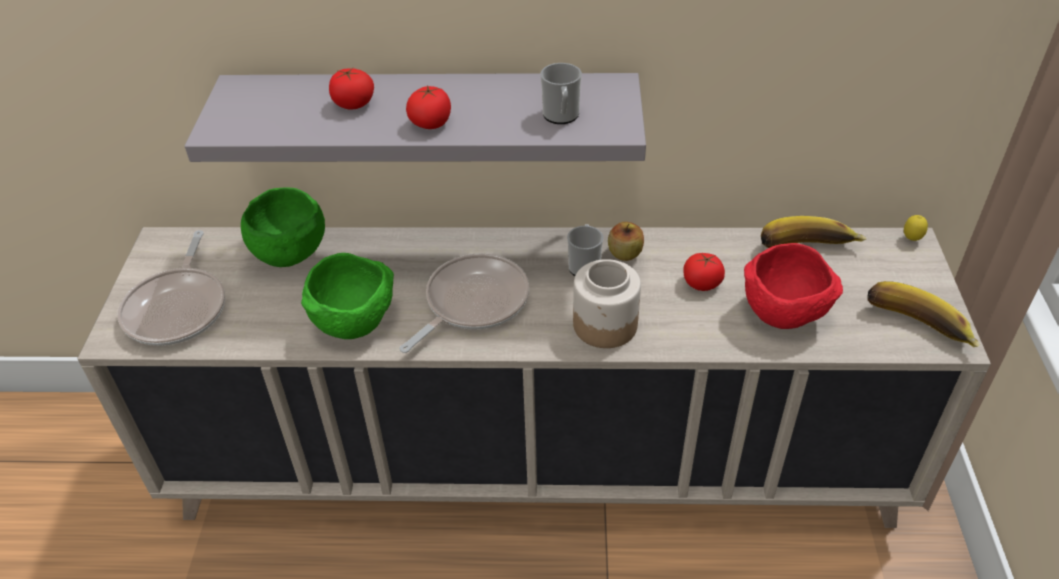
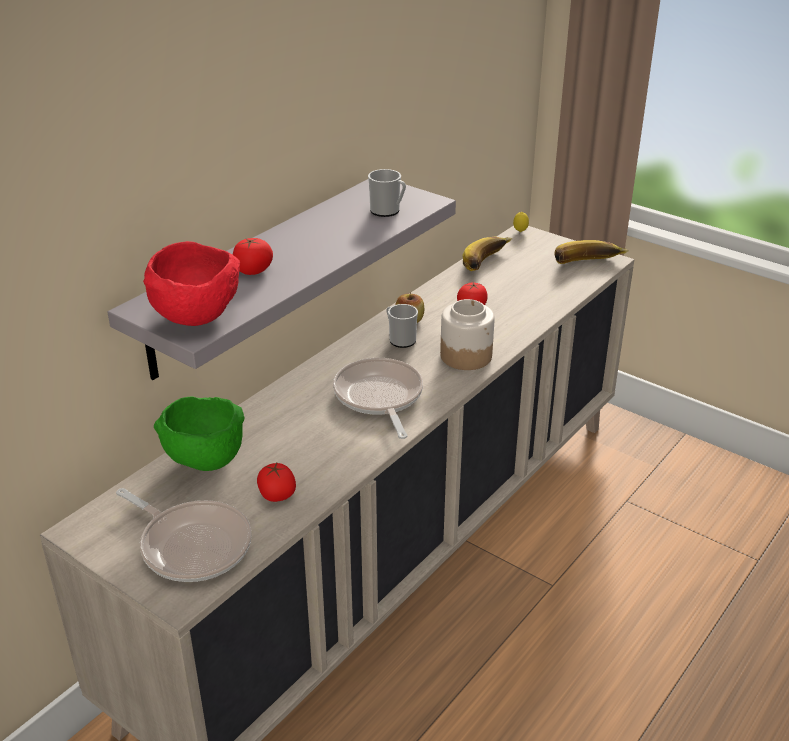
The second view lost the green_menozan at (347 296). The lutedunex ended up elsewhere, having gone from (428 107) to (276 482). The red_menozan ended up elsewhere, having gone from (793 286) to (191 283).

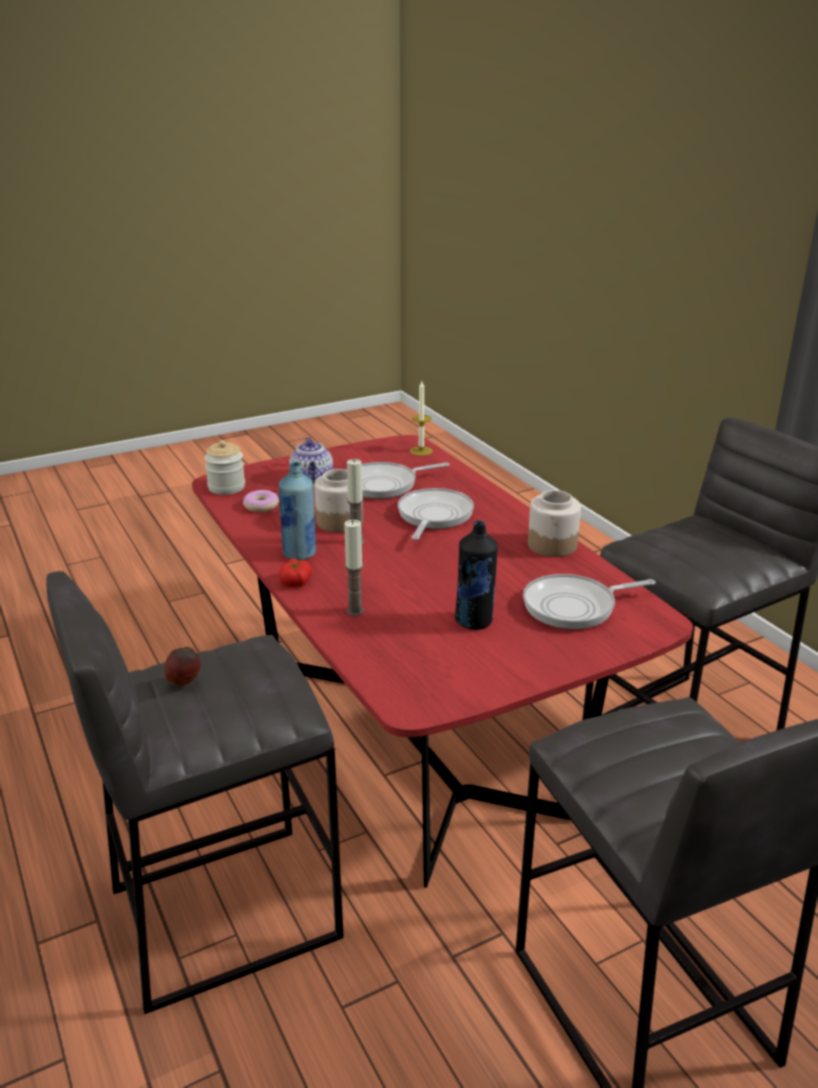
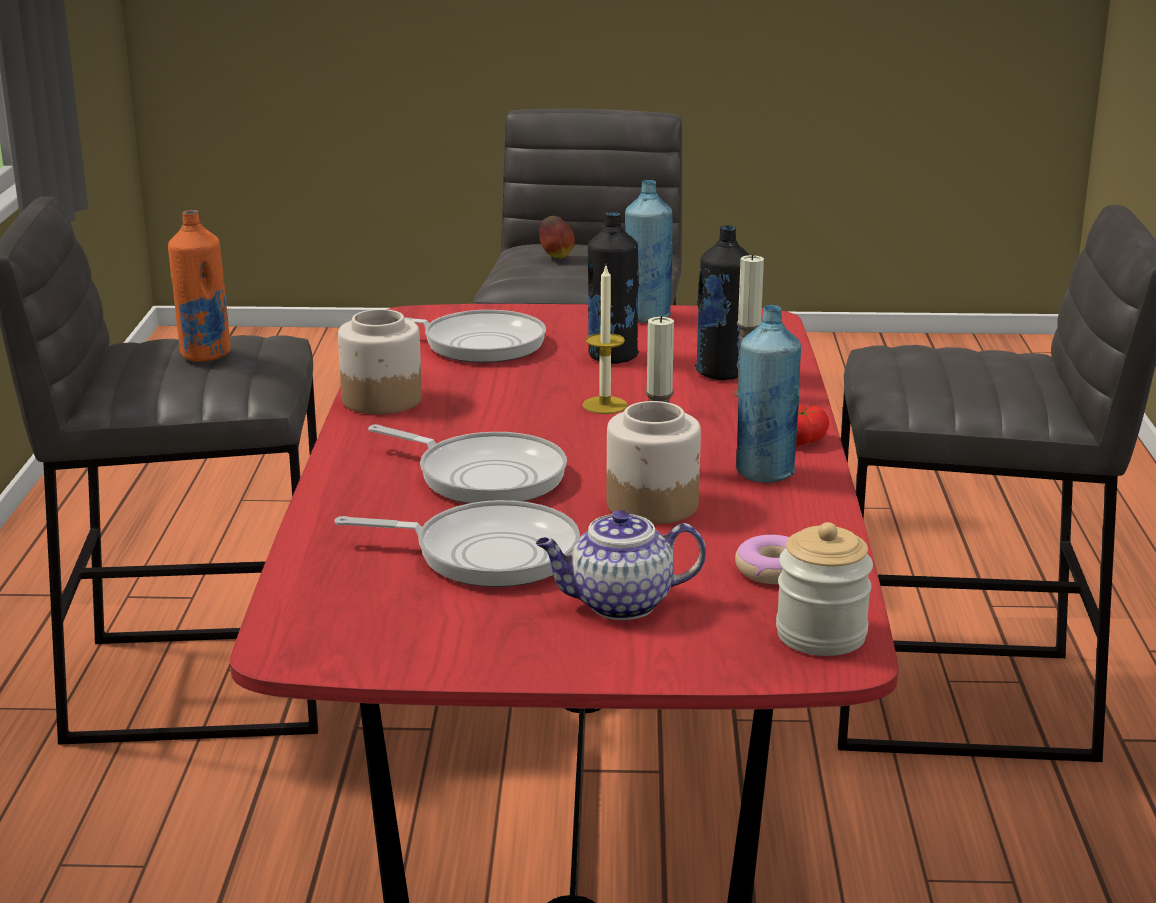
The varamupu ended up elsewhere, having gone from (182 666) to (557 237). The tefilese at (311 461) ended up facing another way, 120 degrees counterclockwise from before. The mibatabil at (436 514) ended up facing another way, 105 degrees counterclockwise from before. The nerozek ended up elsewhere, having gone from (421 418) to (605 340). The second view gained the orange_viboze at (199 286). The second view gained the blue_viboze at (649 251). The second view gained the black_viboze at (722 302).

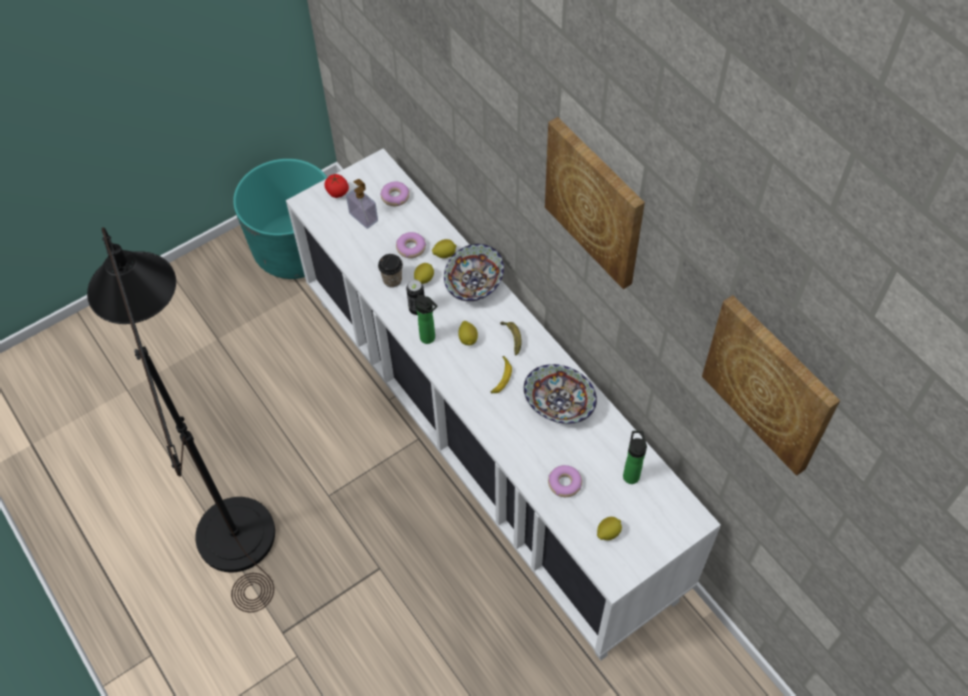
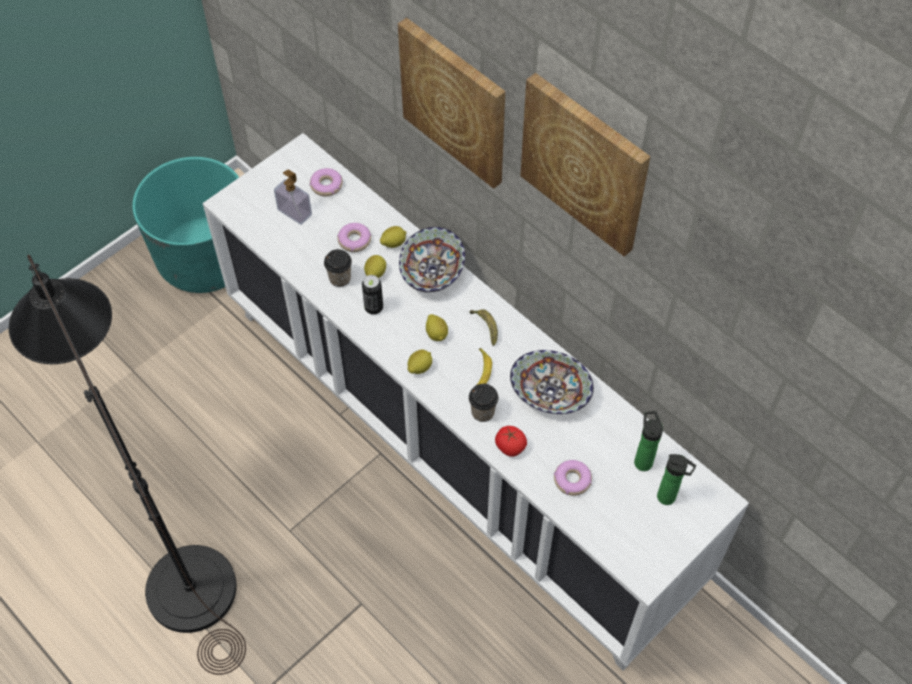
The lutedunex ended up elsewhere, having gone from (336 186) to (511 441). The viboze ended up elsewhere, having gone from (426 319) to (676 479). The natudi ended up elsewhere, having gone from (609 528) to (419 362). The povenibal ended up elsewhere, having gone from (771 385) to (452 103). The second view gained the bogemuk at (484 403).

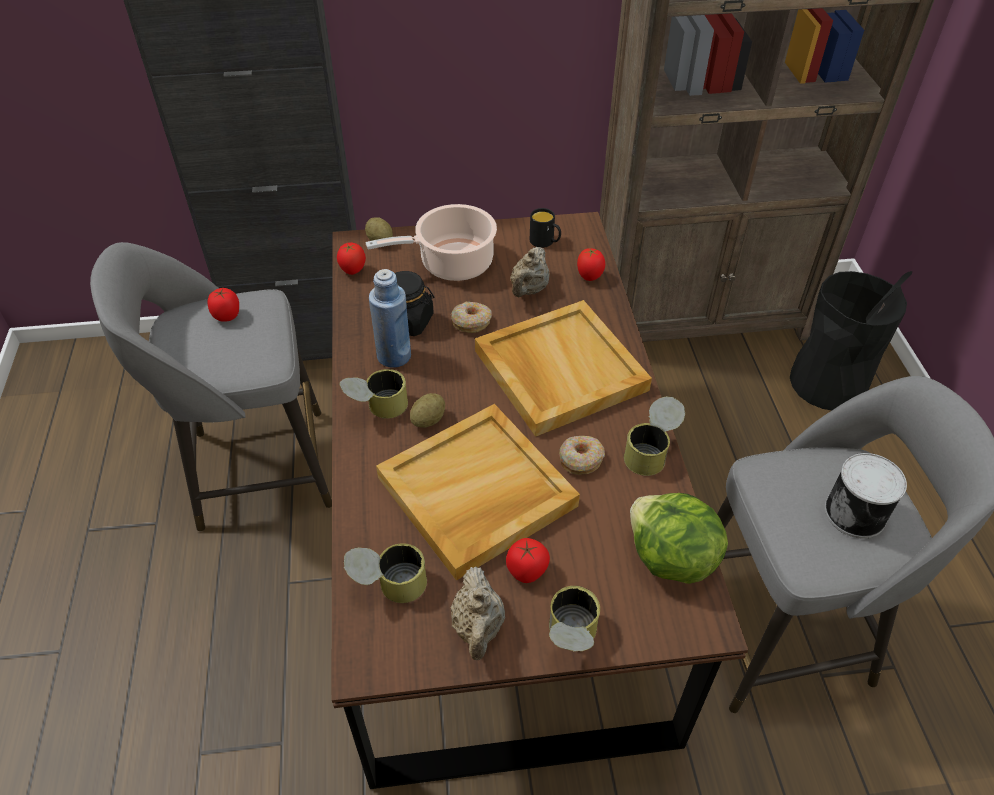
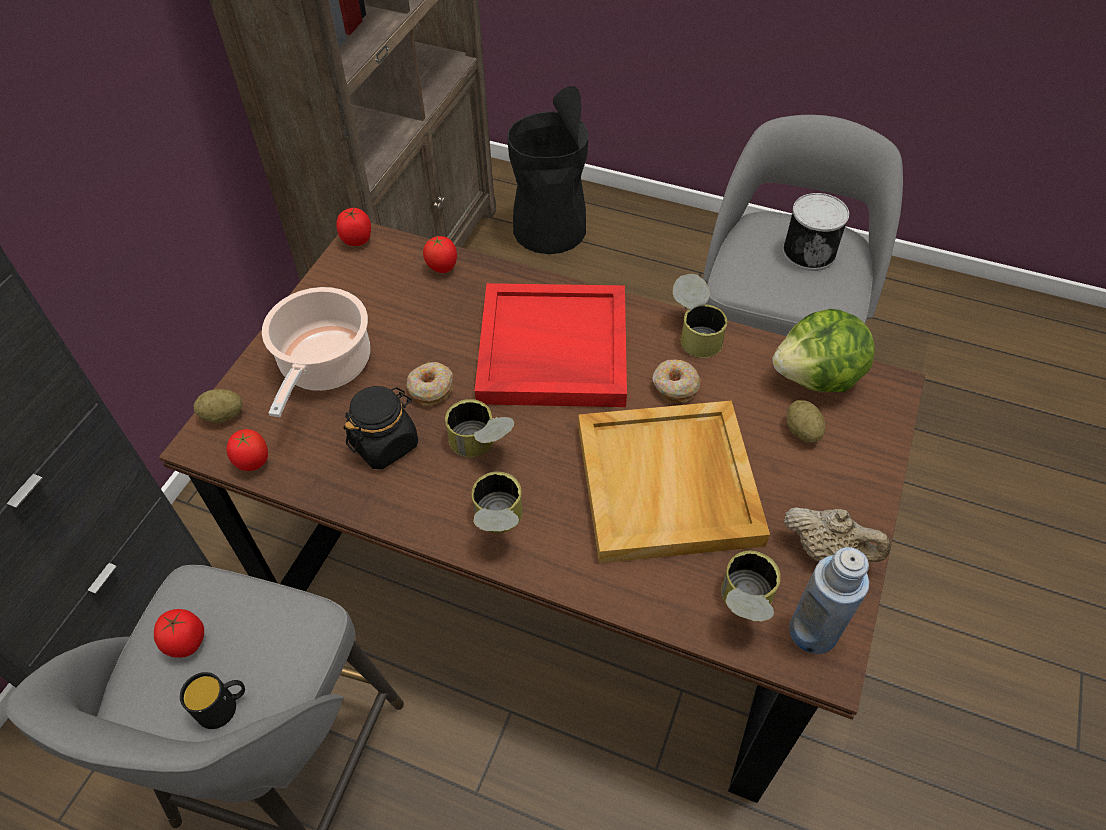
The blue_viboze ended up elsewhere, having gone from (390 318) to (829 600). The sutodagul ended up elsewhere, having gone from (427 410) to (806 421). What was the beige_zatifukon at (563 368) turned into the red_zatifukon at (551 345). The lutedunex ended up elsewhere, having gone from (528 560) to (353 227). The second view lost the beige_tefilese at (529 272). The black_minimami ended up elsewhere, having gone from (545 228) to (212 700). The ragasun ended up elsewhere, having gone from (574 619) to (479 428).

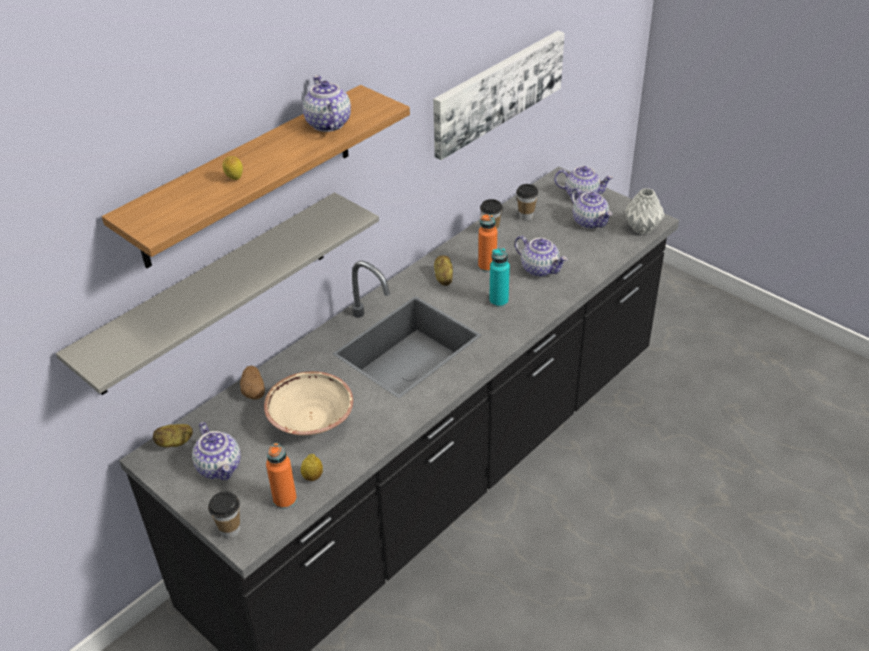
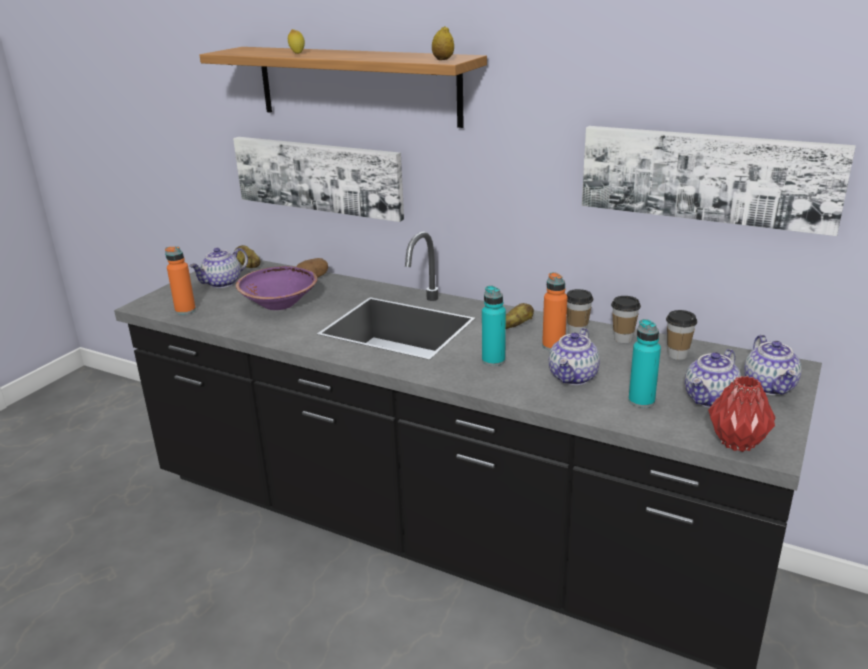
Where the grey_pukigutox hung at (217 293), the povenibal came to hang at (318 179). The bogemuk ended up elsewhere, having gone from (224 514) to (580 311). What was the beige_menozan at (308 403) turned into the purple_menozan at (276 288). The natudi ended up elsewhere, having gone from (312 467) to (443 43). The second view lost the tefilese at (327 103). What was the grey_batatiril at (644 211) turned into the red_batatiril at (742 414). The second view gained the turquoise_viboze at (644 363).

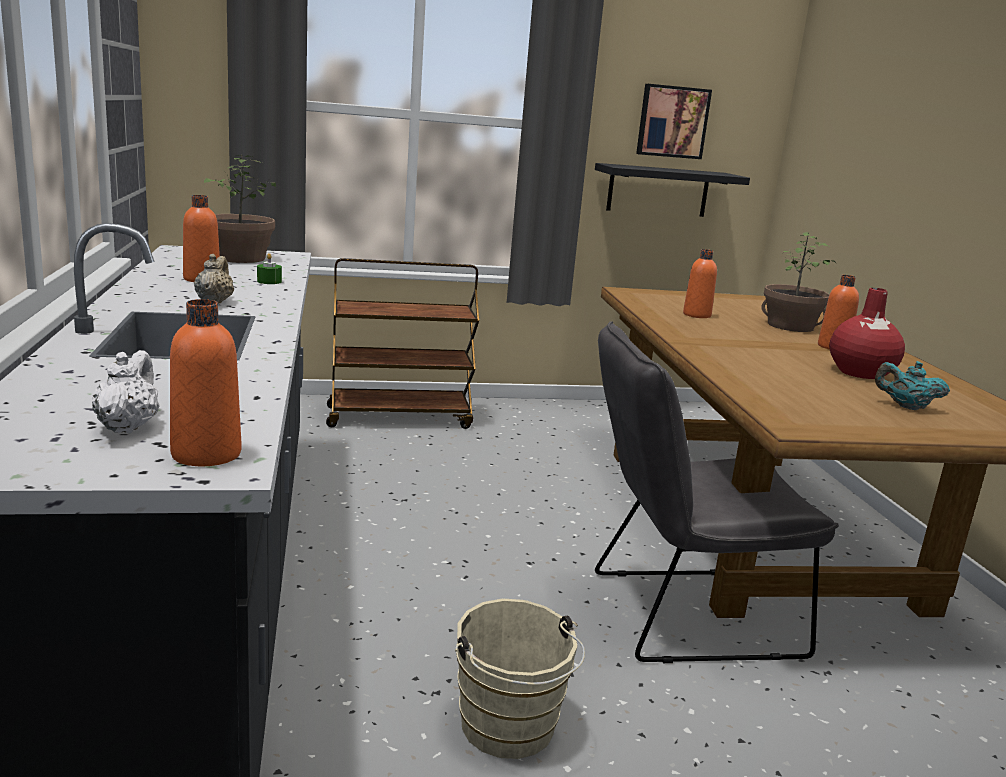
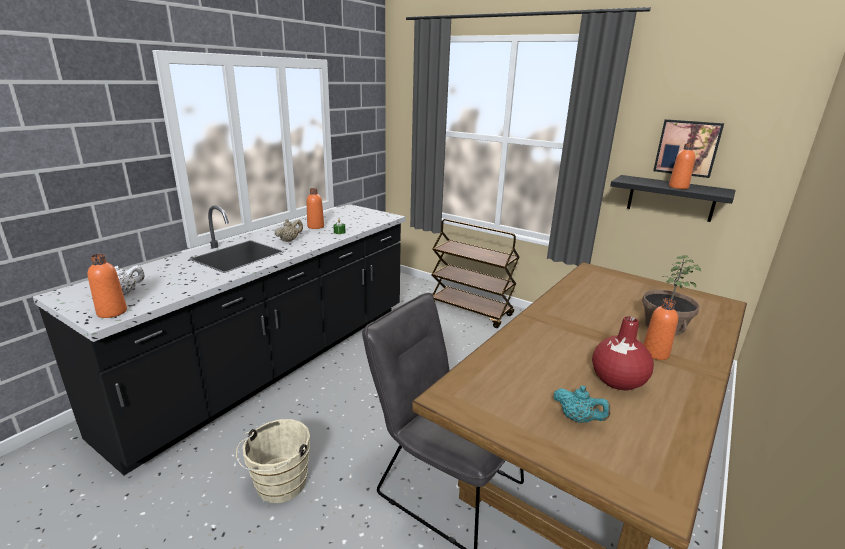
The second view lost the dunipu at (240 208). The orange_viboze ended up elsewhere, having gone from (700 283) to (682 166). The turquoise_tefilese at (912 385) ended up facing another way, 150 degrees clockwise from before.

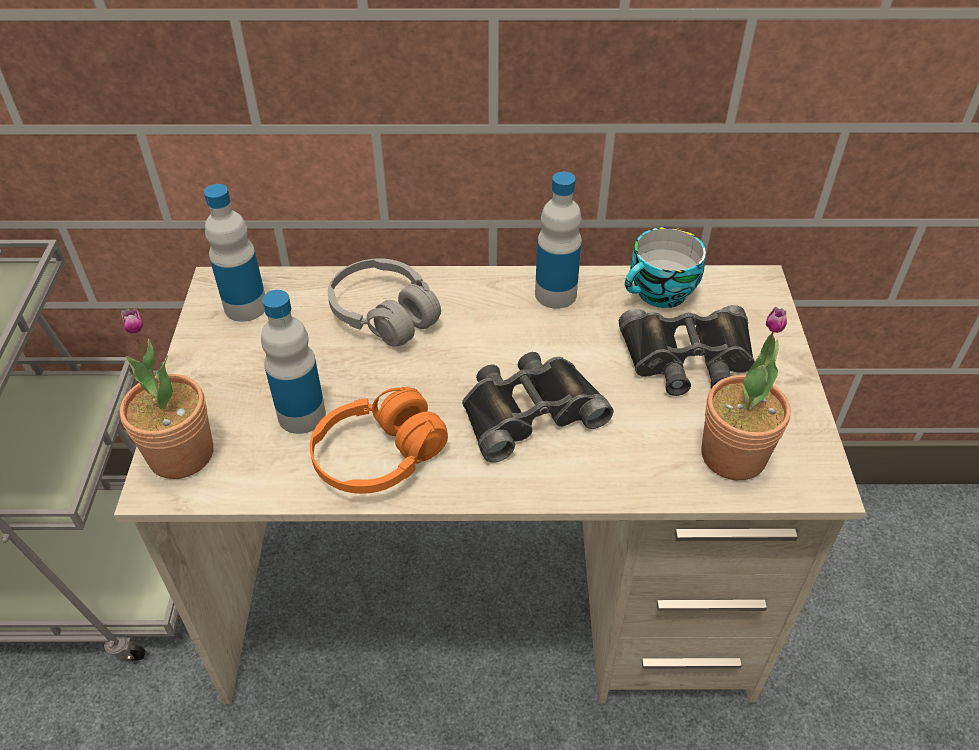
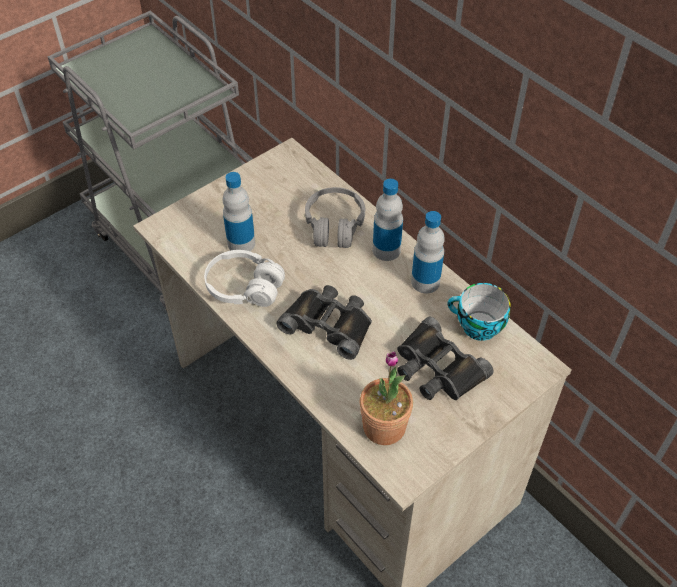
The second view lost the dunipu at (166 393). The viboze ended up elsewhere, having gone from (234 253) to (388 220). What was the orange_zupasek at (379 440) turned into the white_zupasek at (244 278).

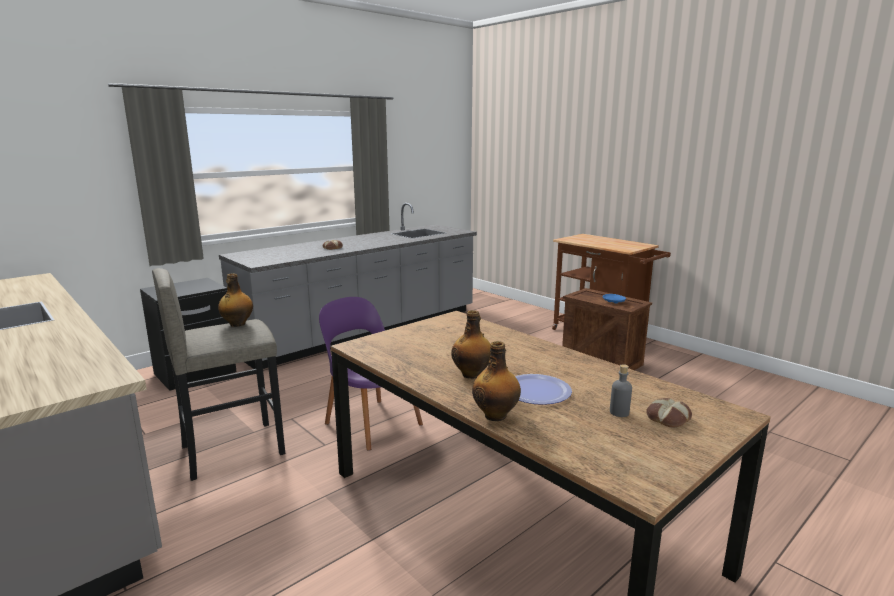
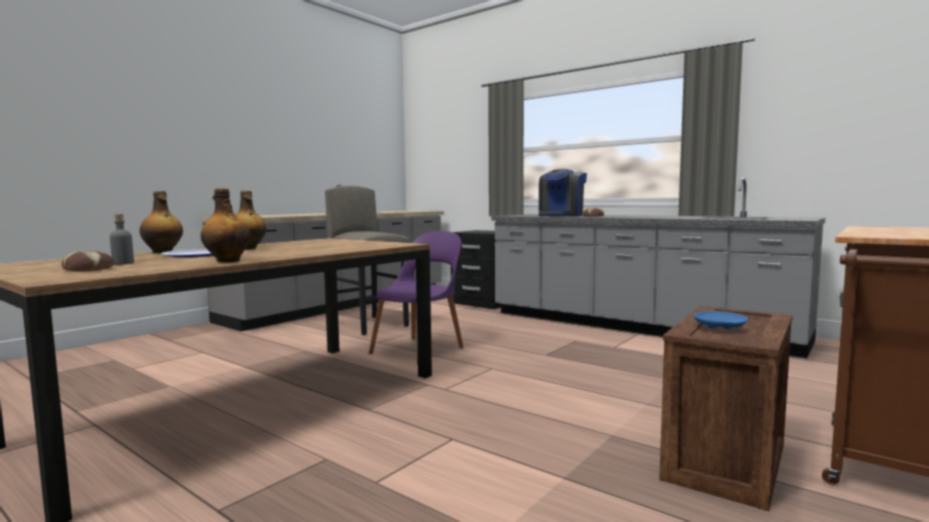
The viboze ended up elsewhere, having gone from (235 300) to (226 225). The second view gained the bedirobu at (563 192).

